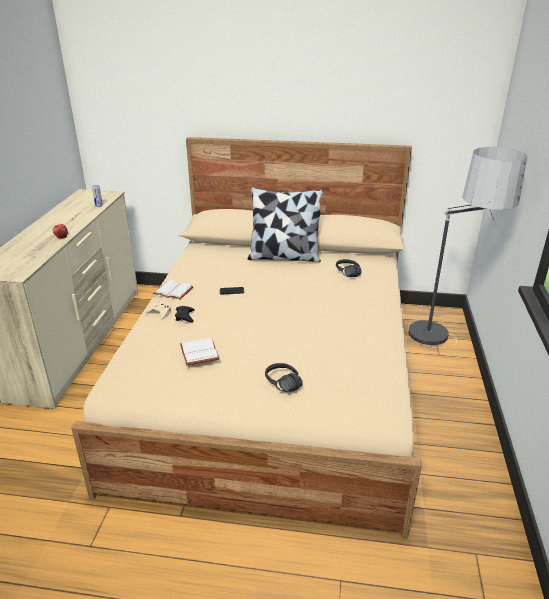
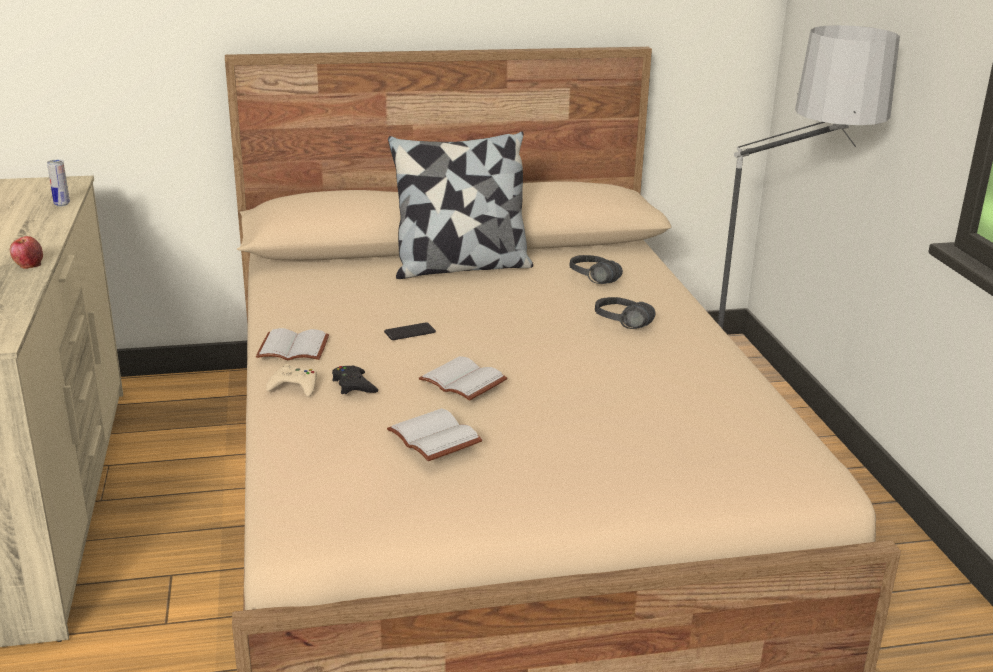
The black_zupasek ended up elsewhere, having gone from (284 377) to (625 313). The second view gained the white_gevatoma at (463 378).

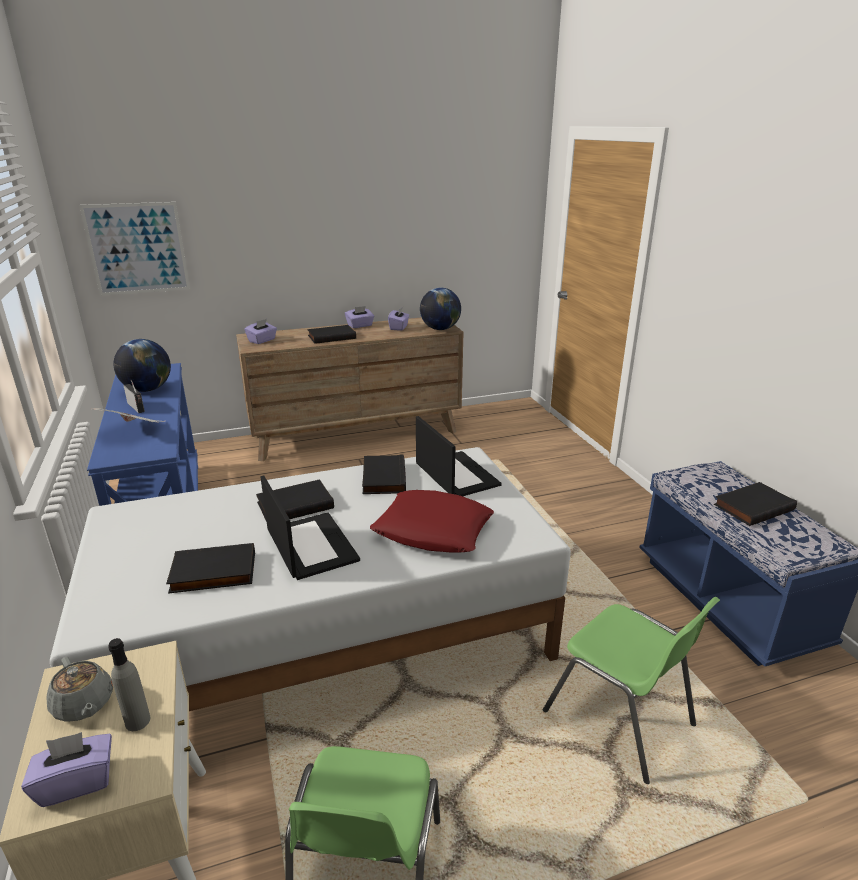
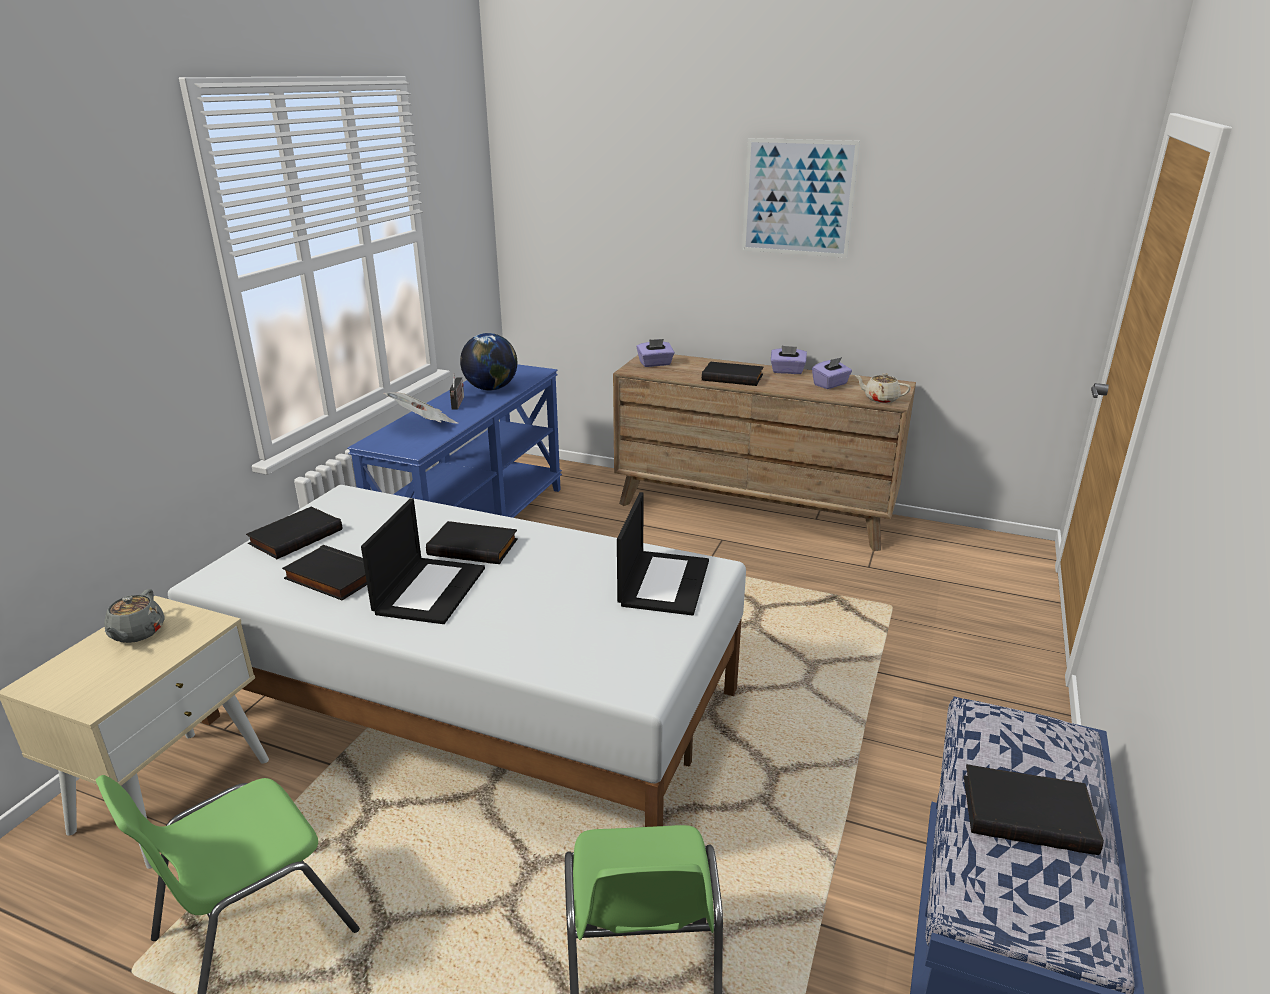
The second view lost the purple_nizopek at (66 769). The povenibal ended up elsewhere, having gone from (134 249) to (801 198). The second view lost the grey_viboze at (129 684). The black_gevatoma ended up elsewhere, having gone from (384 474) to (294 532). The second view lost the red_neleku at (432 521). Where the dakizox stood at (440 309), the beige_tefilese came to stand at (882 388).

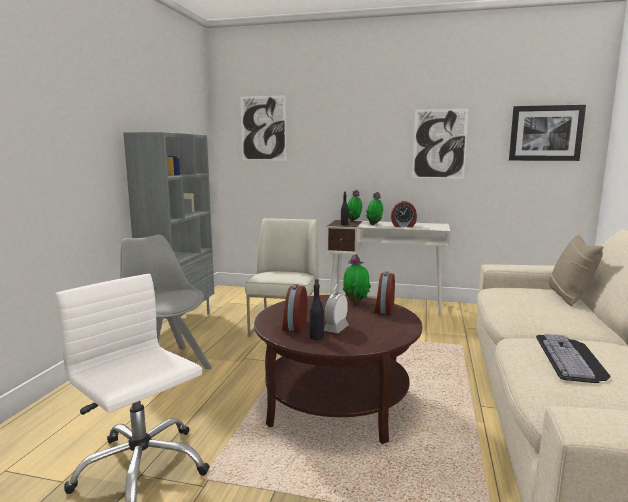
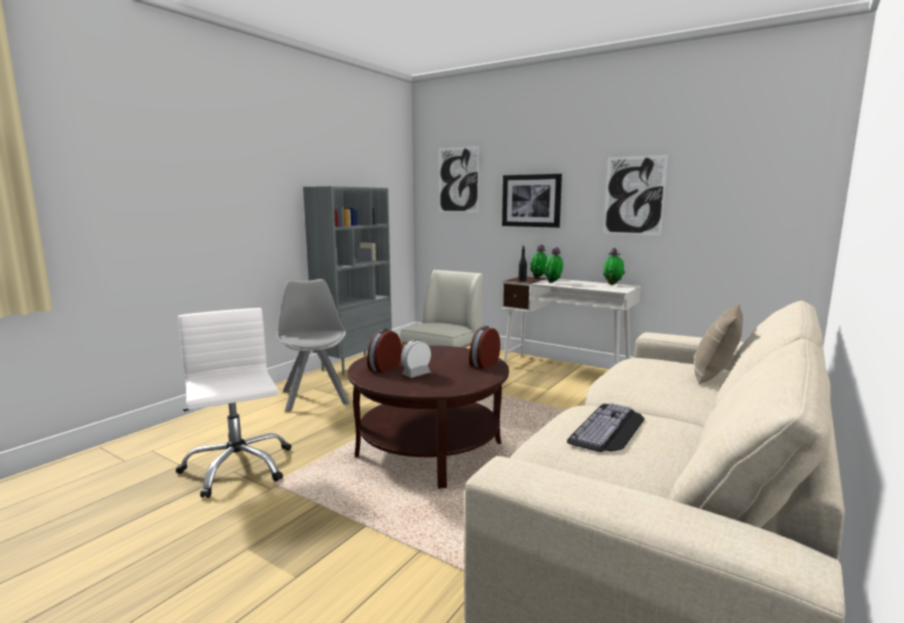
The second view lost the black_viboze at (317 309). The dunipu ended up elsewhere, having gone from (357 279) to (614 266). The second view lost the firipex at (404 214). The povenibal ended up elsewhere, having gone from (547 133) to (532 201).

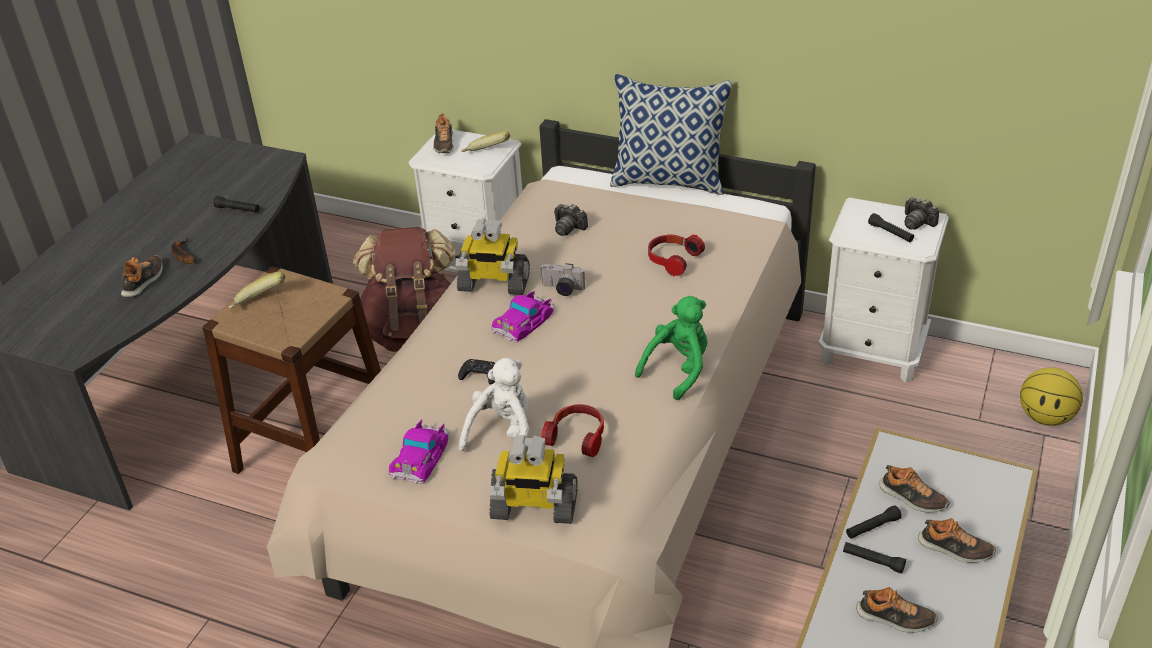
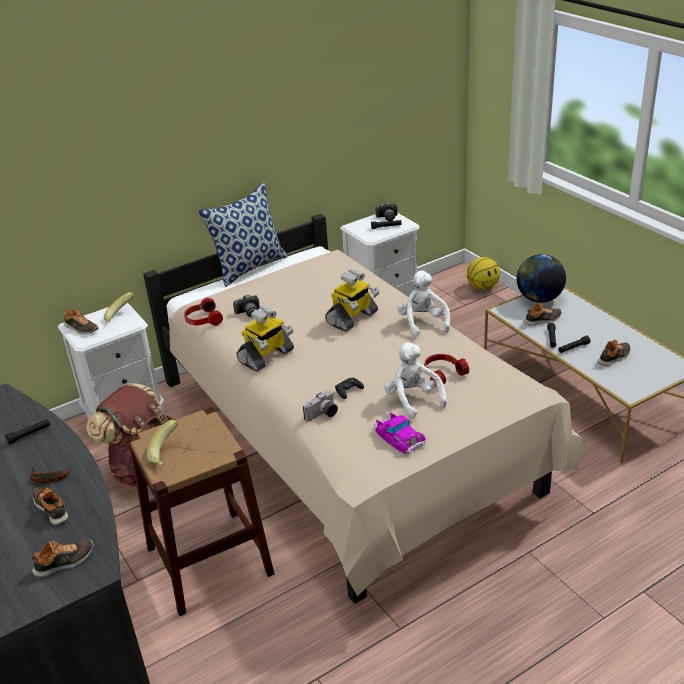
The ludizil ended up elsewhere, having gone from (533 479) to (352 300). The second view lost the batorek at (523 316). The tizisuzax ended up elsewhere, having gone from (562 279) to (320 406). What was the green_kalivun at (671 348) turned into the white_kalivun at (423 304). The zupasek ended up elsewhere, having gone from (676 255) to (203 312). The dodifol ended up elsewhere, having gone from (957 540) to (62 558). The second view gained the dakizox at (541 278).

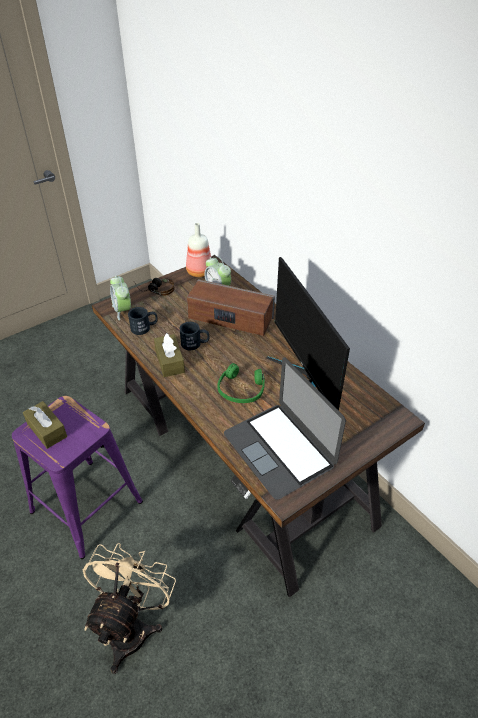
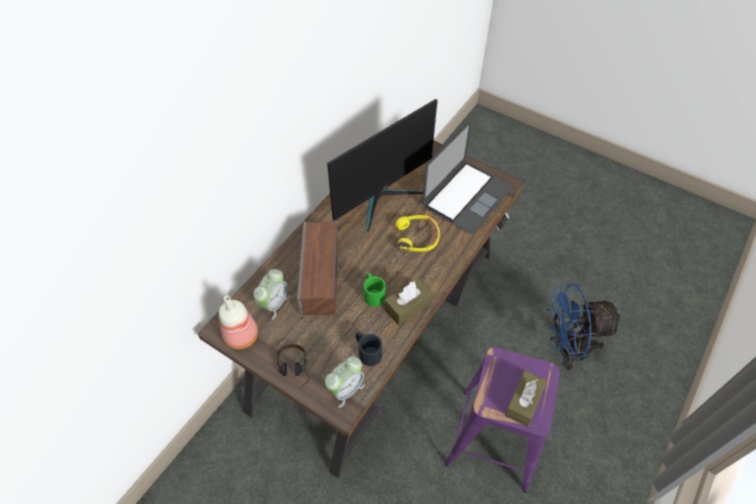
What was the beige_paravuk at (129 608) turned into the blue_paravuk at (584 327). What was the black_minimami at (195 336) turned into the green_minimami at (375 290). What was the green_zupasek at (241 383) turned into the yellow_zupasek at (417 233).

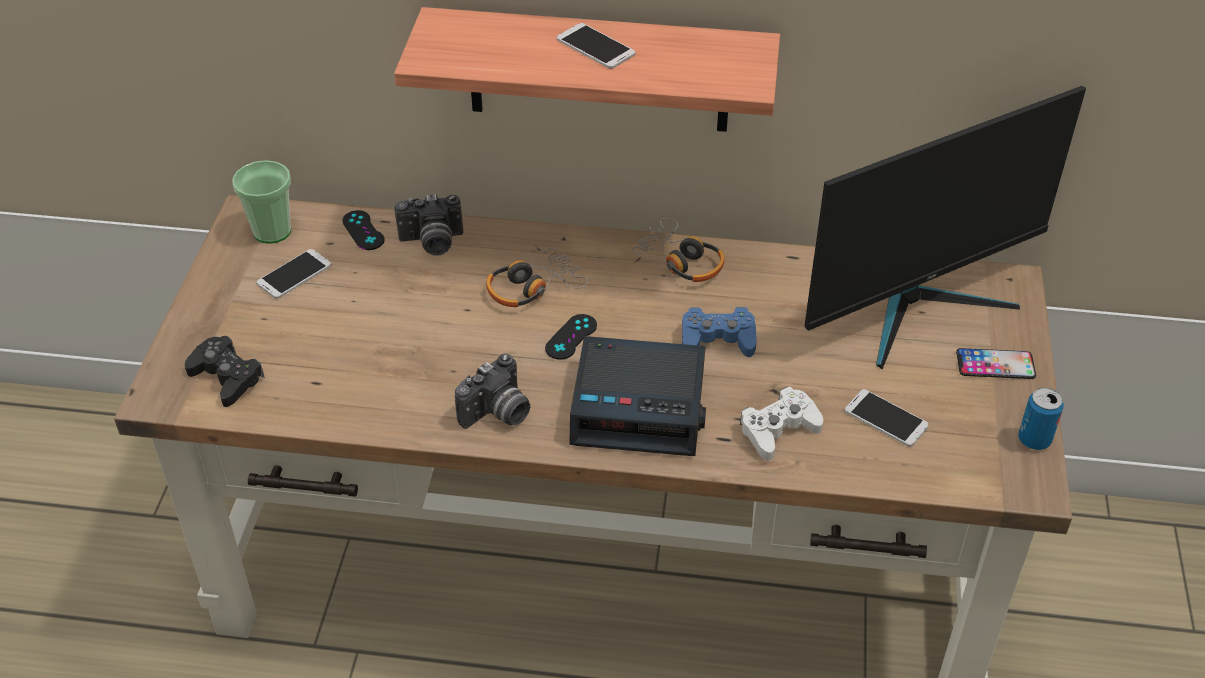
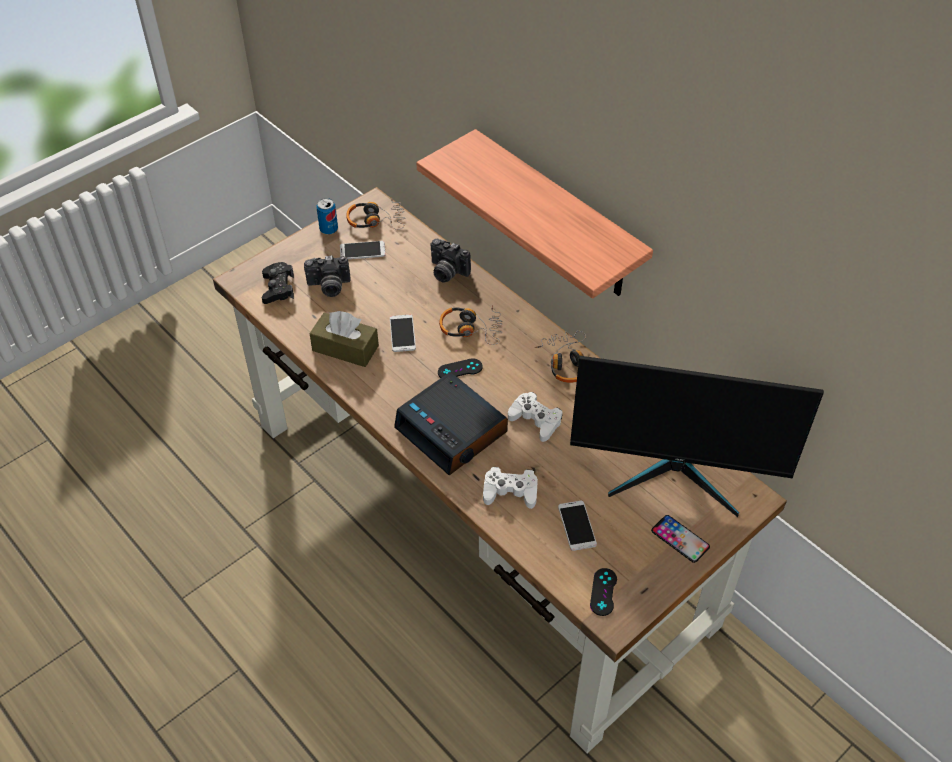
Where the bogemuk stood at (261 202), the zupasek came to stand at (376 213). The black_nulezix ended up elsewhere, having gone from (363 230) to (603 592). The tizisuzax ended up elsewhere, having gone from (492 391) to (327 276). The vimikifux ended up elsewhere, having gone from (596 46) to (403 333). What was the blue_nulezix at (719 332) turned into the white_nulezix at (535 417). The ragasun ended up elsewhere, having gone from (1041 419) to (327 216). The second view gained the brown_nizopek at (344 339).

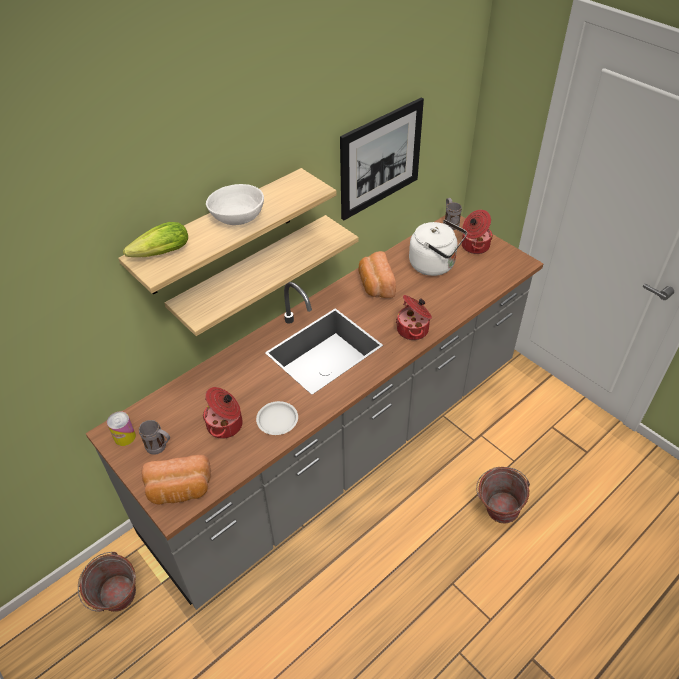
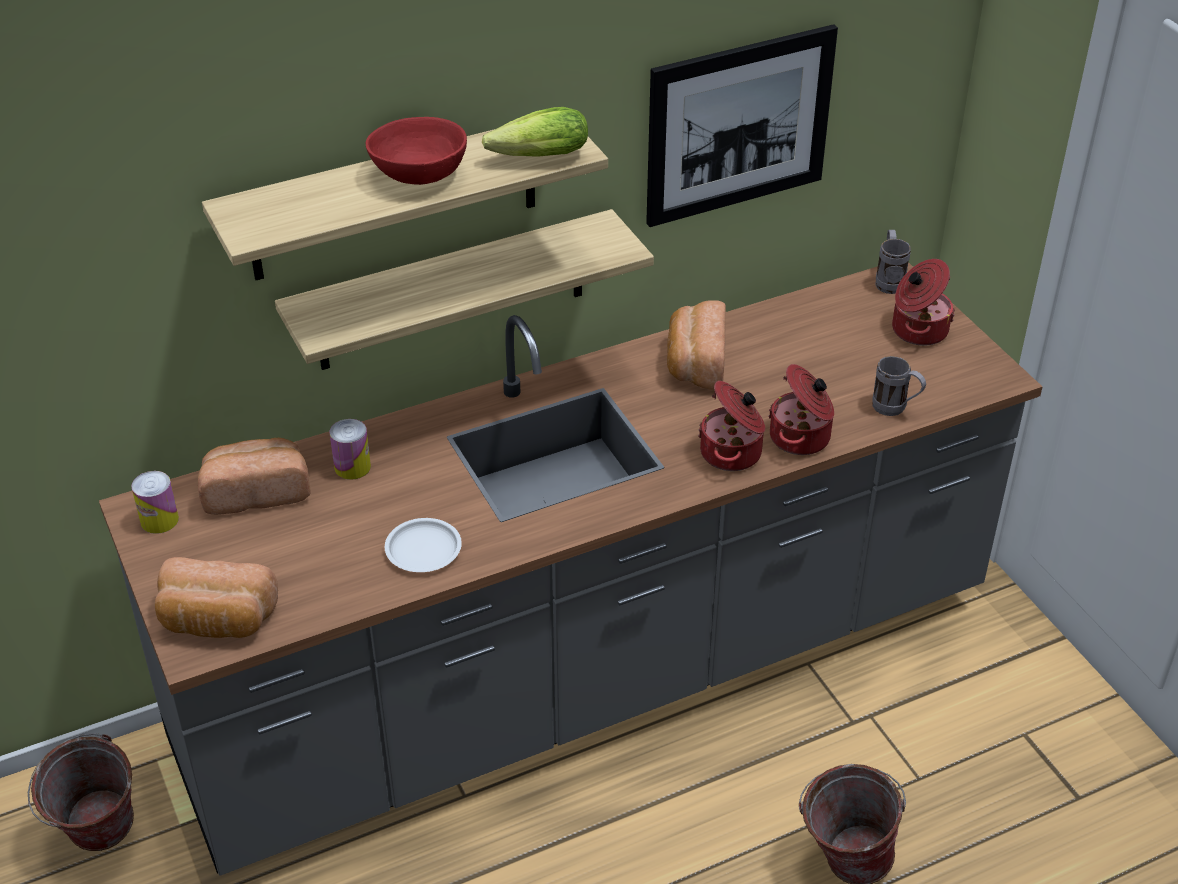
The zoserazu ended up elsewhere, having gone from (155 239) to (535 132). The grey_minimami ended up elsewhere, having gone from (154 437) to (899 386). The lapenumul ended up elsewhere, having gone from (223 413) to (801 409). What was the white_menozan at (235 204) turned into the red_menozan at (416 151). The second view lost the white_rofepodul at (438 248). The second view gained the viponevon at (254 476). The second view gained the ragasun at (350 449).

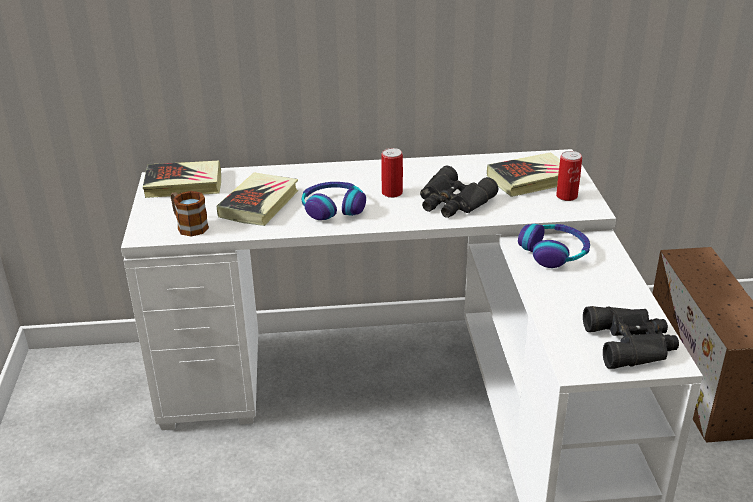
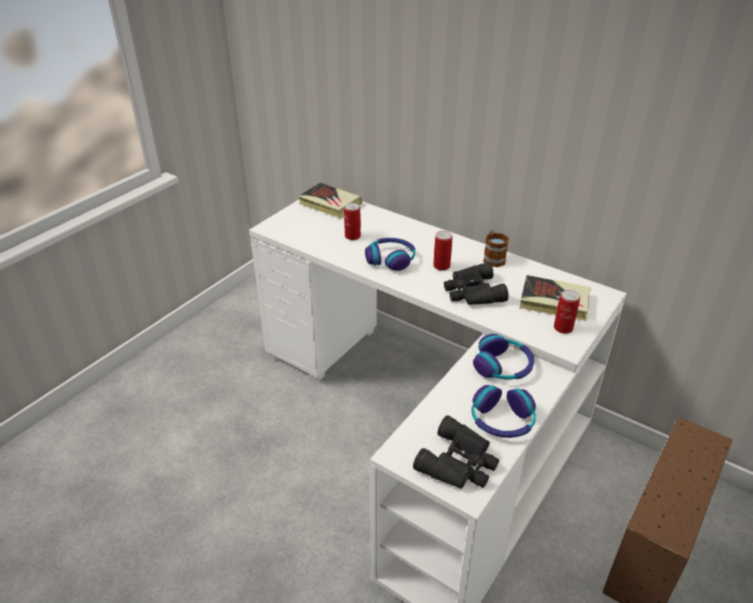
The minimami ended up elsewhere, having gone from (190 214) to (496 248). Where the gevatoma stood at (257 199), the ragasun came to stand at (352 221). The second view gained the zupasek at (503 411).

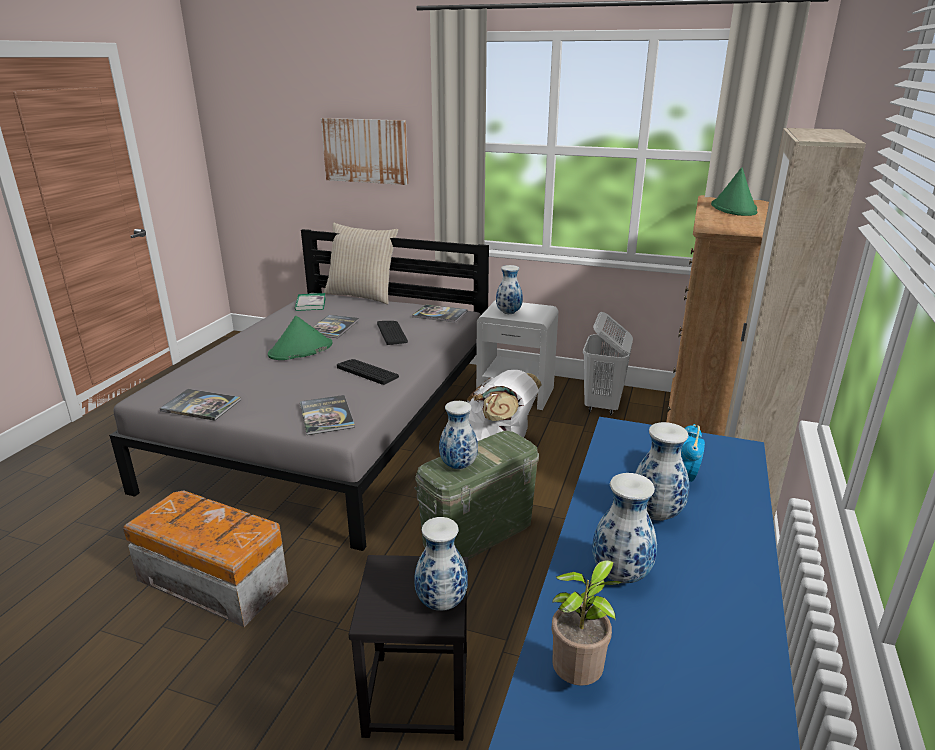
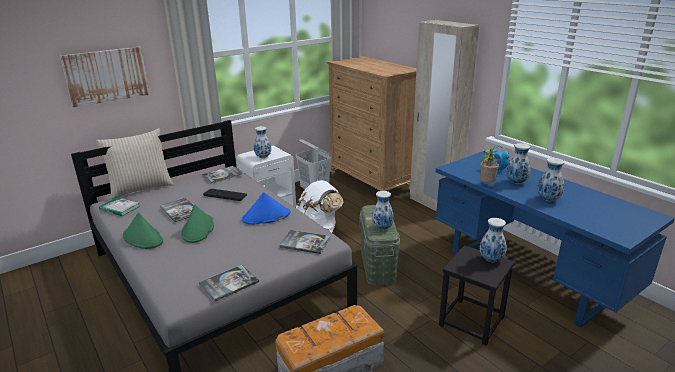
Where the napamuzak stood at (368 372), the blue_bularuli came to stand at (266 208). The dunipu ended up elsewhere, having gone from (586 623) to (489 164). The green_bularuli ended up elsewhere, having gone from (734 192) to (143 230).

